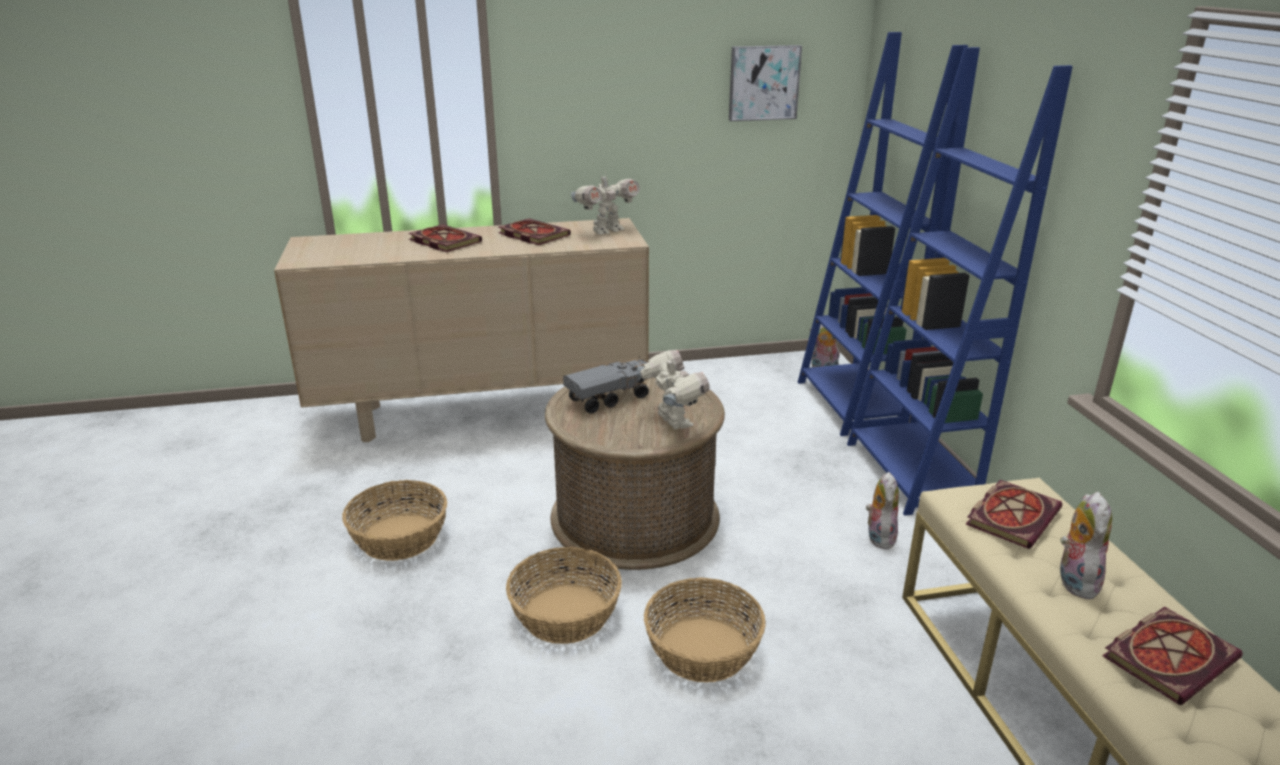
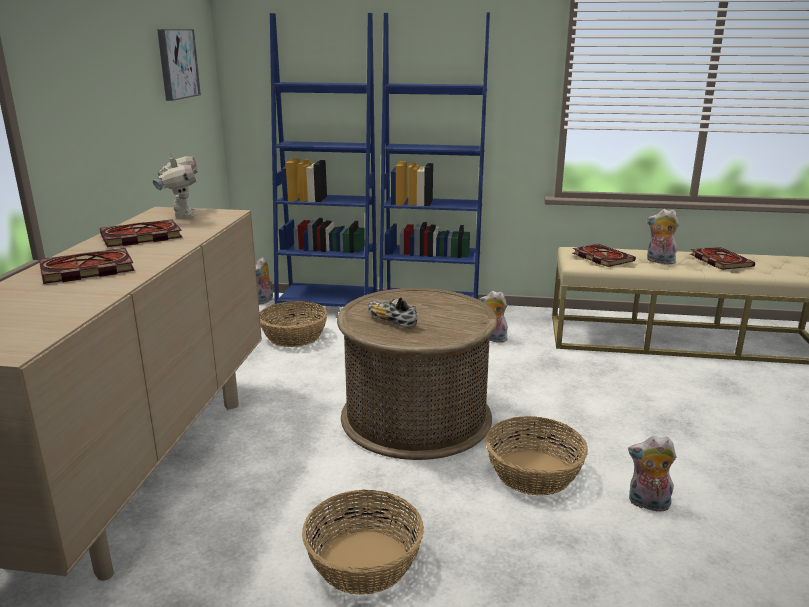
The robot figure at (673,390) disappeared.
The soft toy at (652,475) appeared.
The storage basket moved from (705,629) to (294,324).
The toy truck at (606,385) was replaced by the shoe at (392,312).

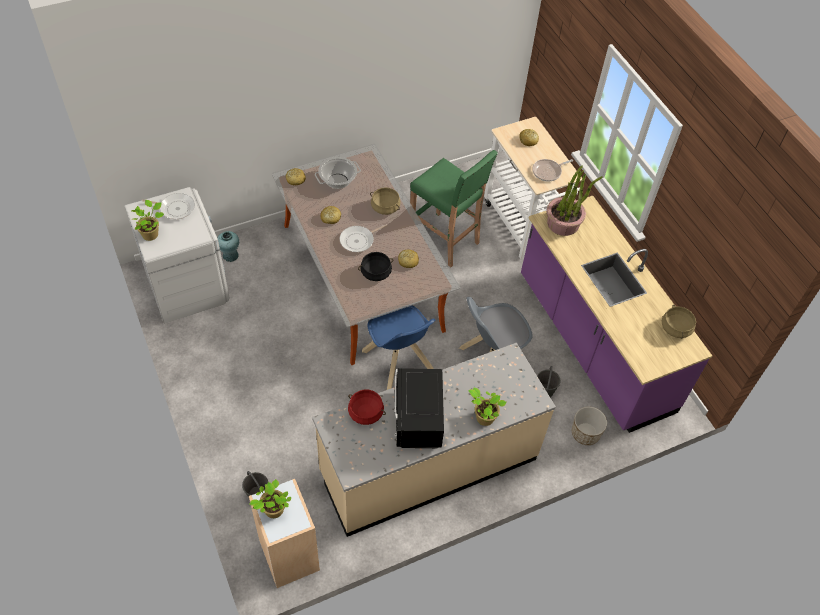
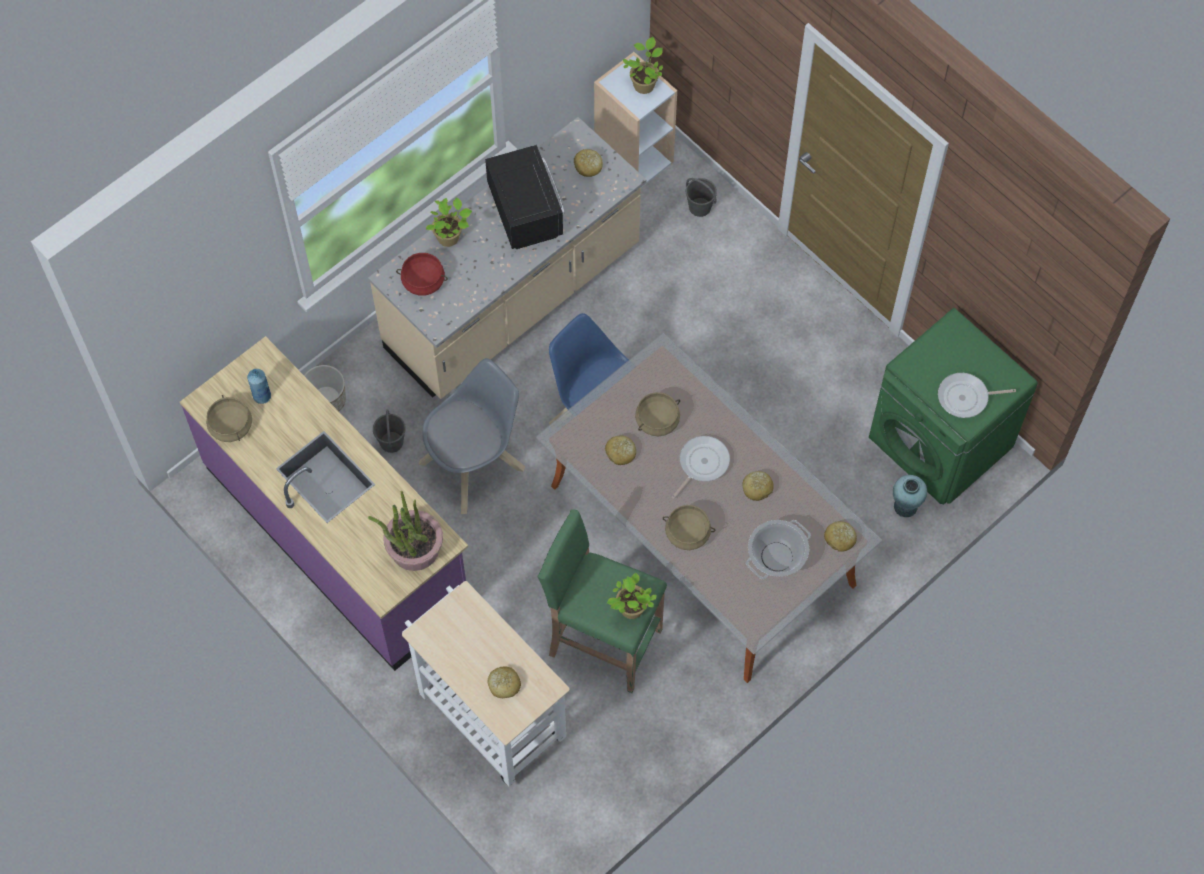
The skillet at (552,170) disappeared.
The beverage bottle/blue at (259,386) appeared.
The bakery bread at (588,163) appeared.
The houseplant moved from (147,220) to (632,596).
The saucepot/red-coloured moved from (367,407) to (422,274).
The washing machine/whitish at (177,255) became the washing machine/green at (953,406).
The saucepot/black-coloured at (375,266) became the saucepot/beige at (657,414).

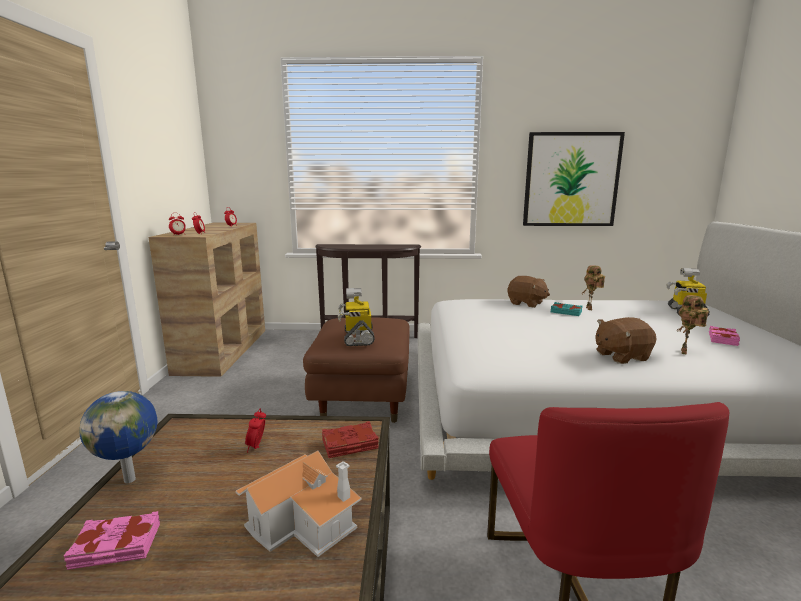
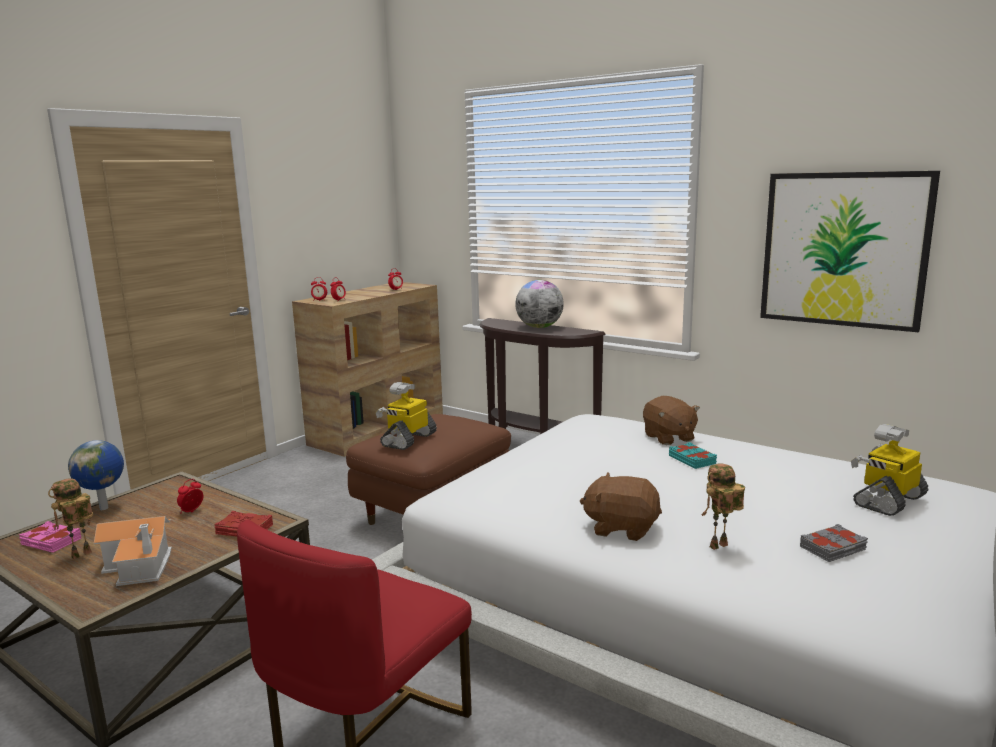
The desk globe at (539,304) appeared.
The robot figure moved from (593,287) to (70,518).
The bound book/pinkish at (724,336) became the bound book/grey at (834,543).

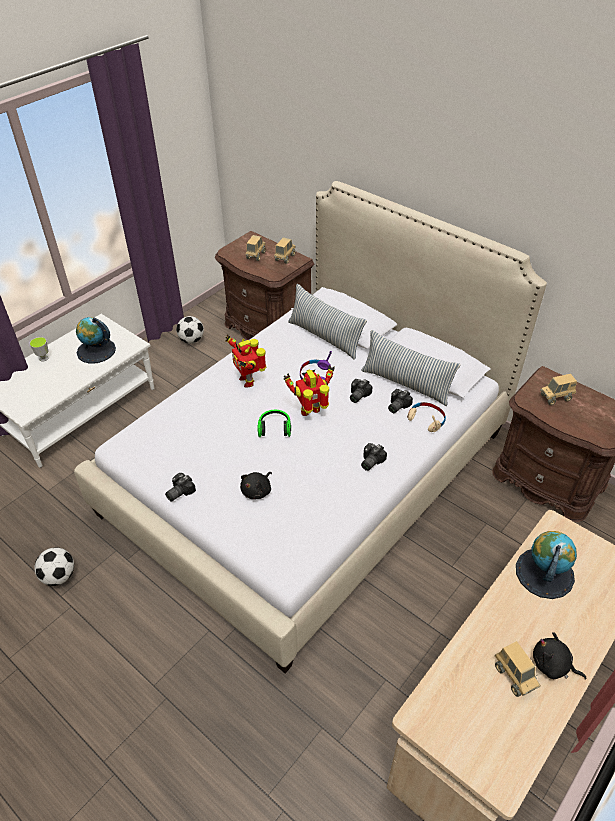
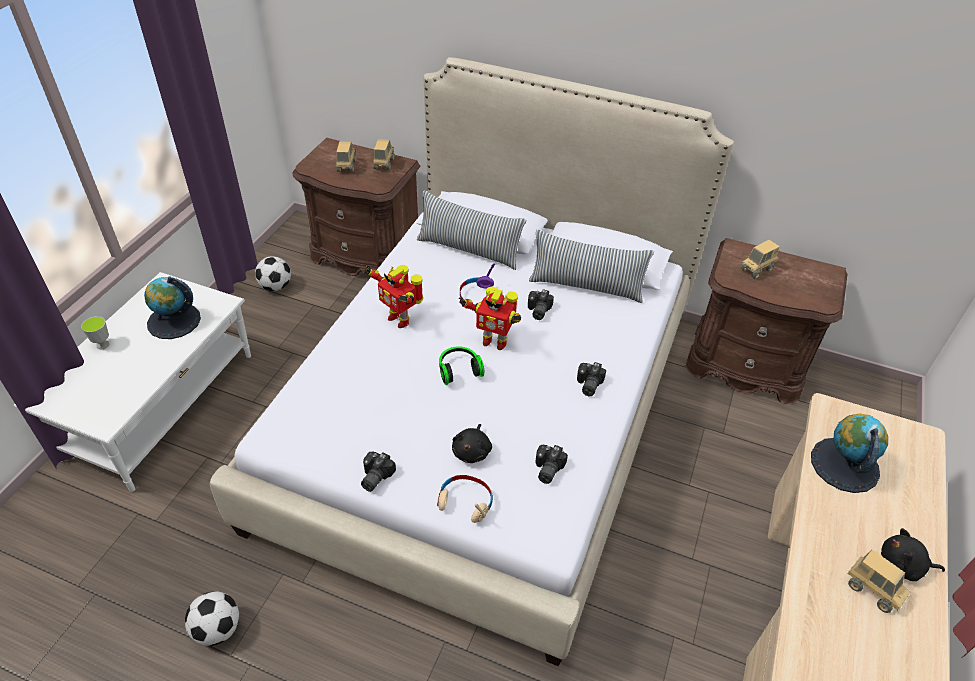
The photo camera moved from (400,401) to (552,464).
The headset/beige moved from (426,417) to (465,499).
The robot figure at (309,390) turned 120 degrees counterclockwise.

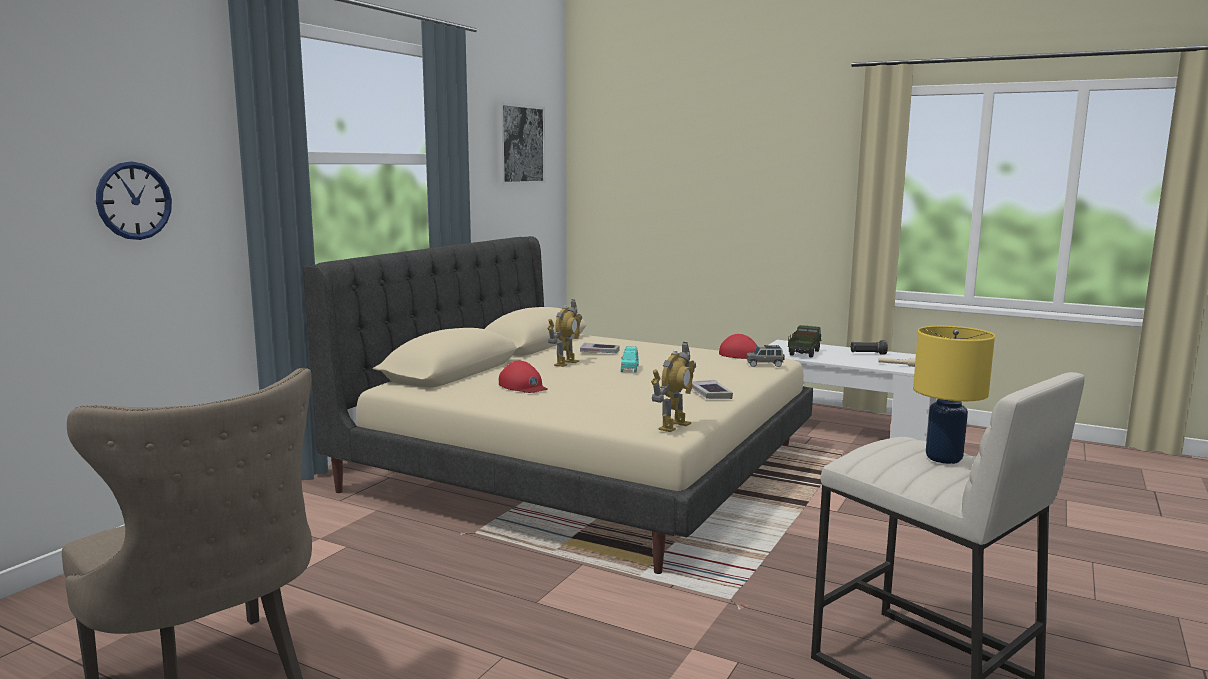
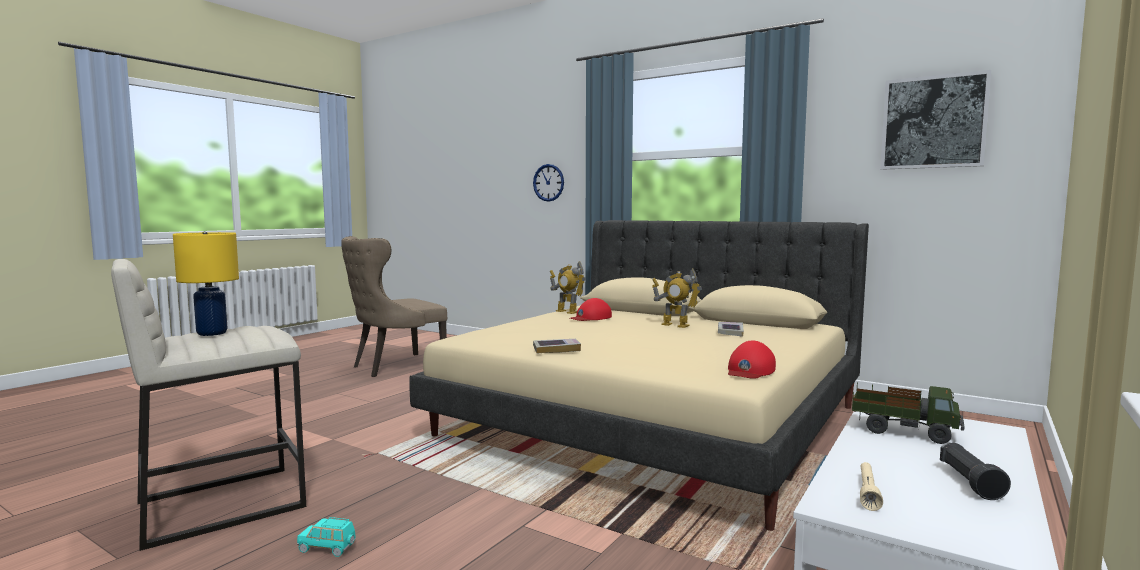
The model car/grey at (765,356) disappeared.
The model car/blue-green moved from (630,359) to (326,537).
The robot figure moved from (673,387) to (568,287).

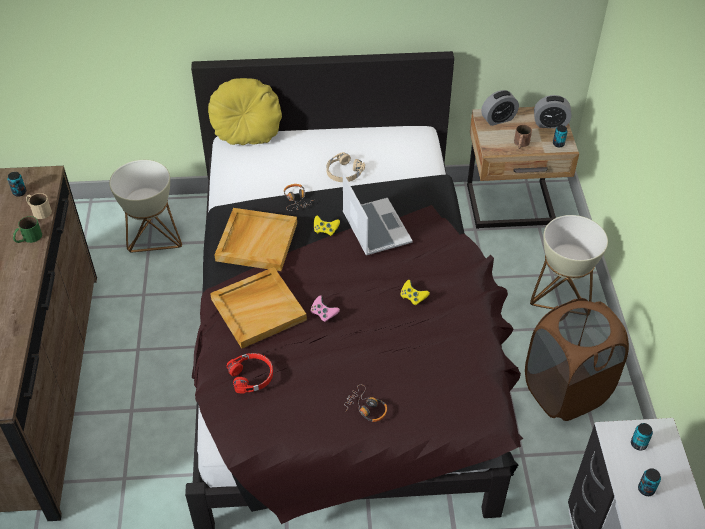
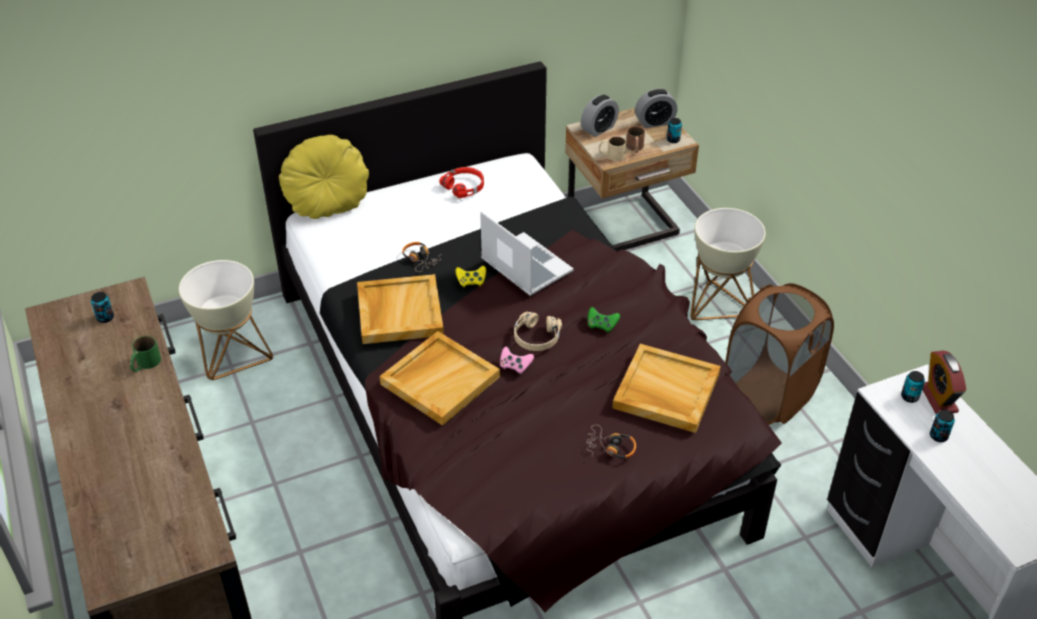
The tray/beige at (667,388) appeared.
The table clock at (944,382) appeared.
The coffee mug/beige moved from (39,206) to (612,148).
The headset/red-coloured moved from (249,373) to (461,182).
The headset/beige moved from (345,167) to (538,331).
The joypad/yellow-coloured at (415,293) became the joypad/green at (604,320).

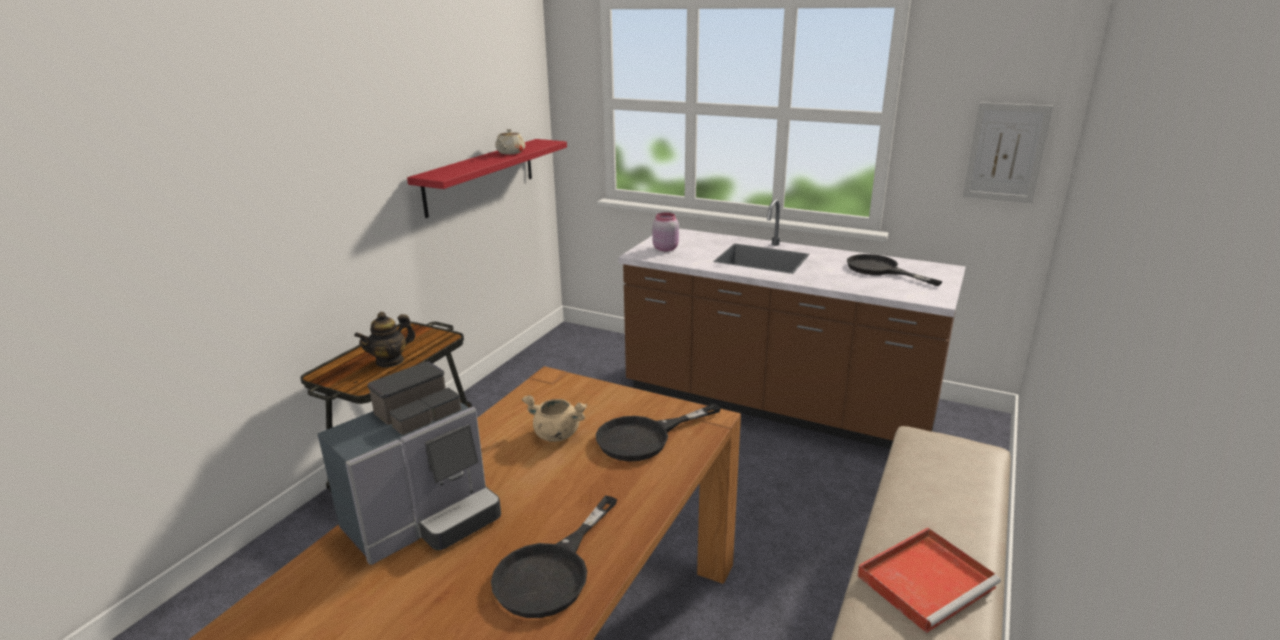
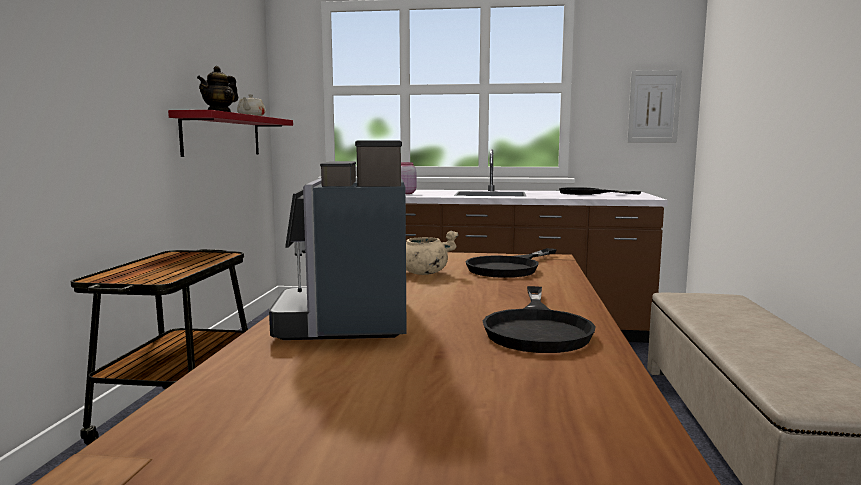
The tray/red-coloured at (929,580) disappeared.
The pot for tea moved from (385,340) to (217,89).
The coffee brewer at (409,463) turned 150 degrees clockwise.

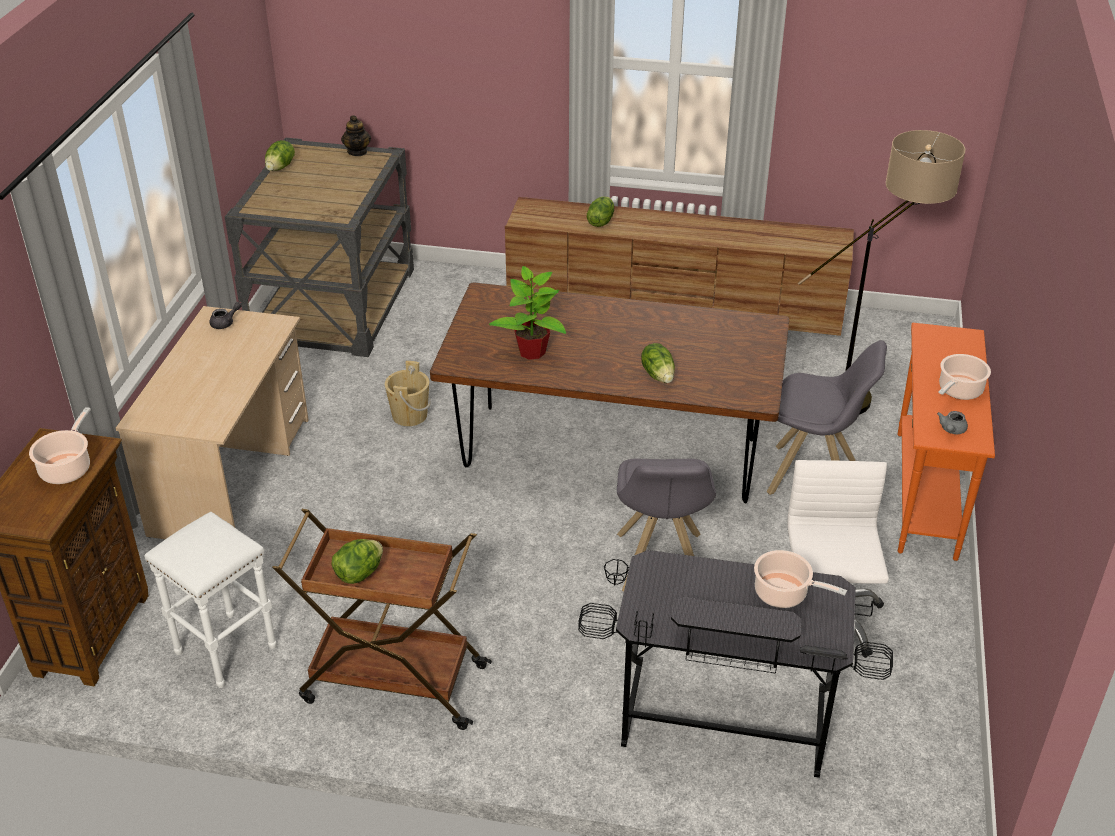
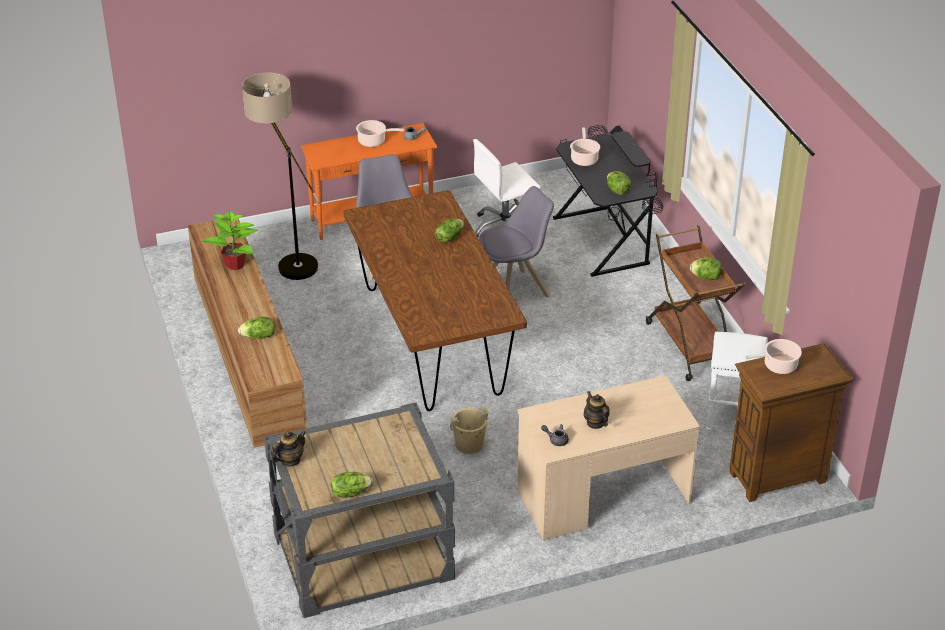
The pot for tea at (597,410) appeared.
The head of lettuce at (619,183) appeared.
The houseplant moved from (527,313) to (230,240).

